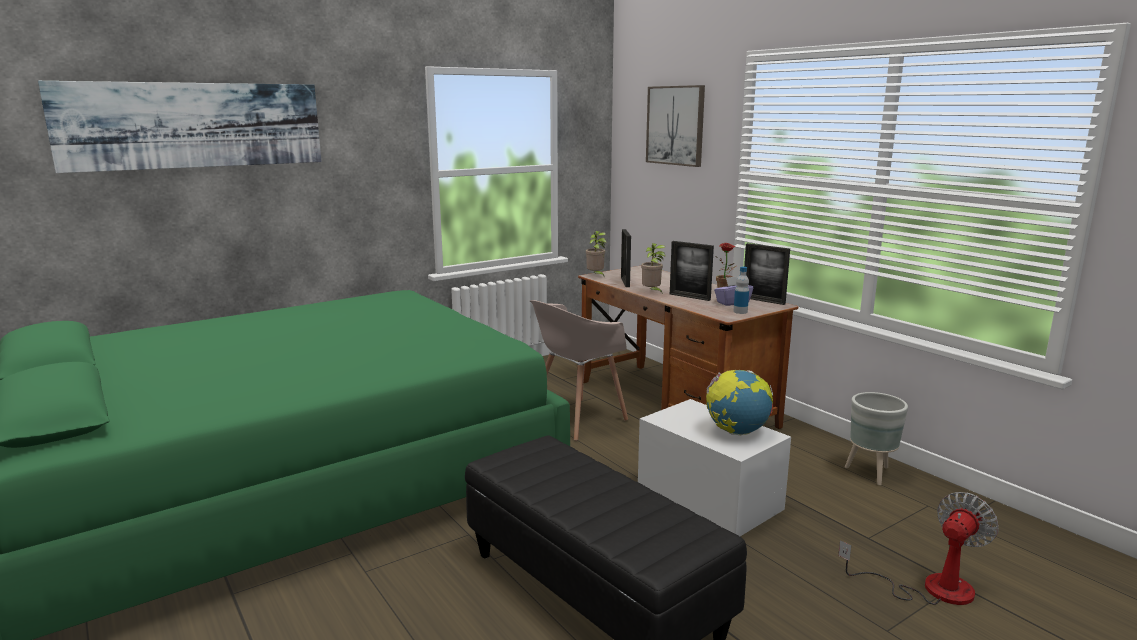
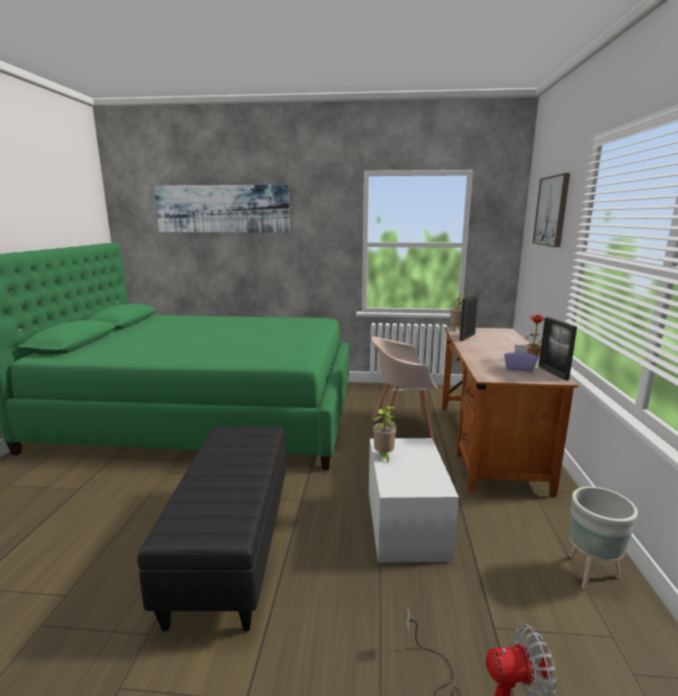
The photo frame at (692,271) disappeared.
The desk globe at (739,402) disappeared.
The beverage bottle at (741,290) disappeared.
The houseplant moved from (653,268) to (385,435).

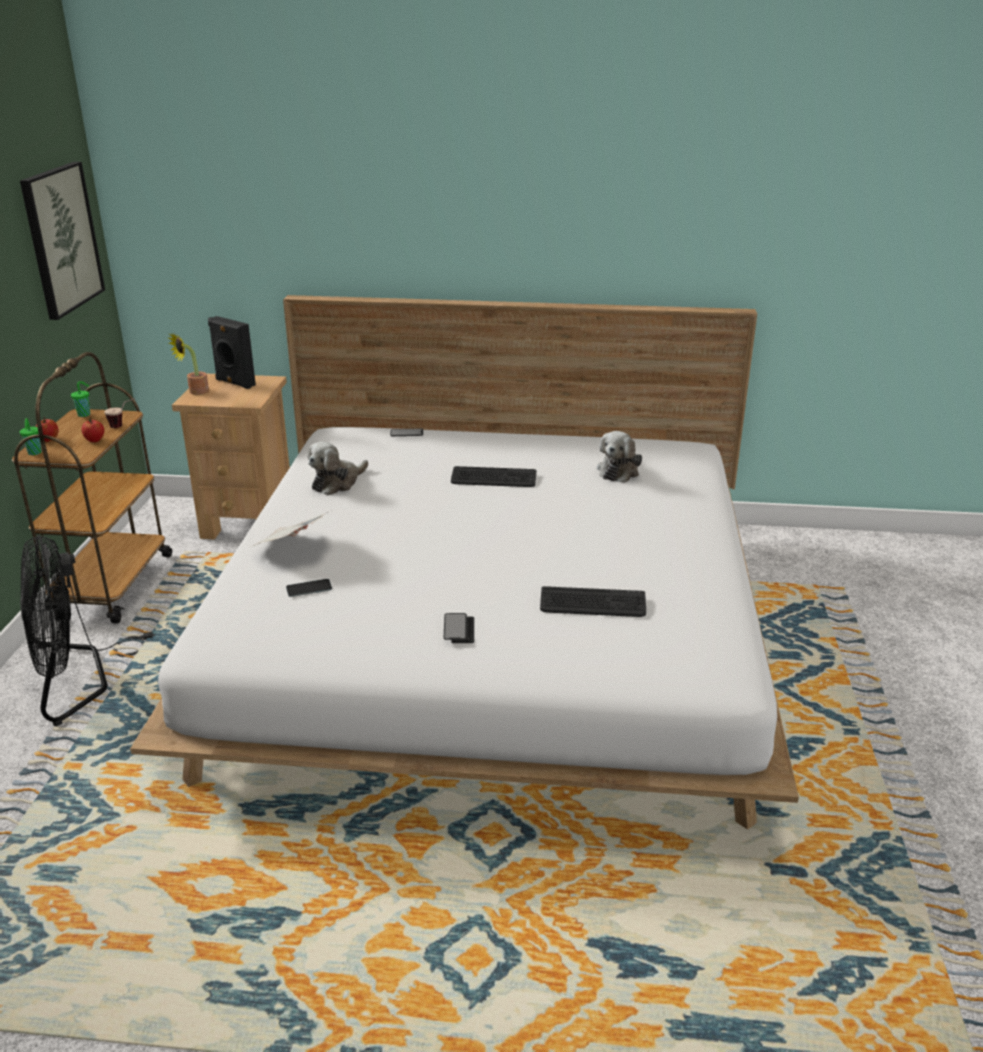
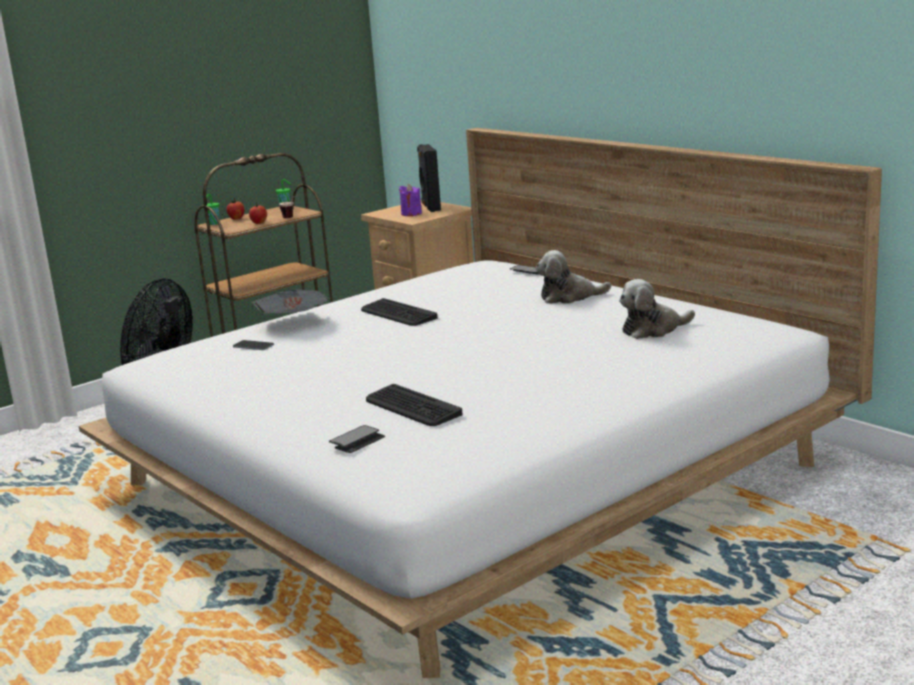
The wall picture at (62,241) disappeared.
The houseplant at (189,364) disappeared.
The wax candle/purple at (410,200) appeared.
The soft toy moved from (338,468) to (573,277).
The handset moved from (459,628) to (357,439).
The PC keyboard moved from (493,476) to (399,312).

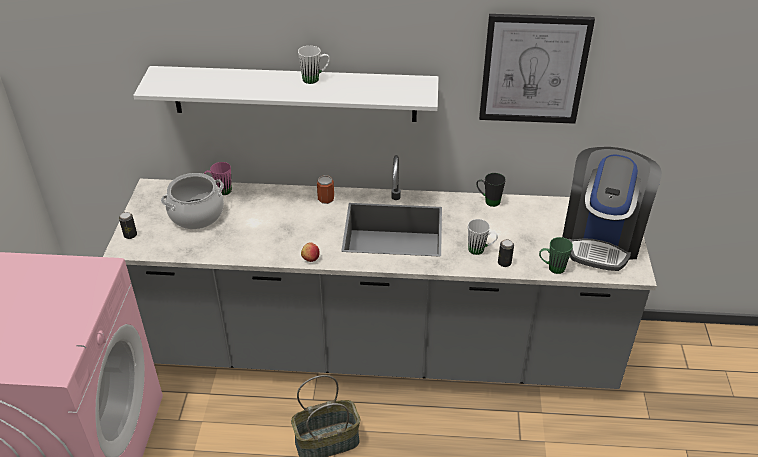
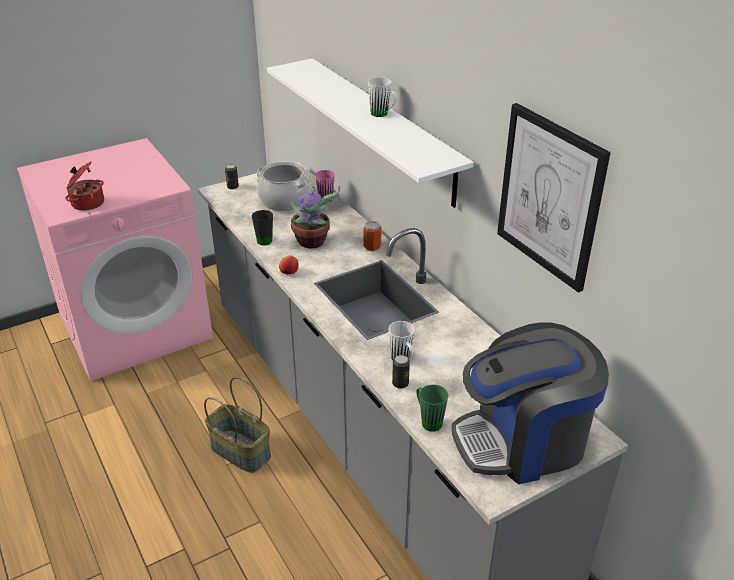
The saucepot at (84,186) appeared.
The houseplant at (315,217) appeared.
The coffee mug/black-coloured moved from (491,190) to (262,228).

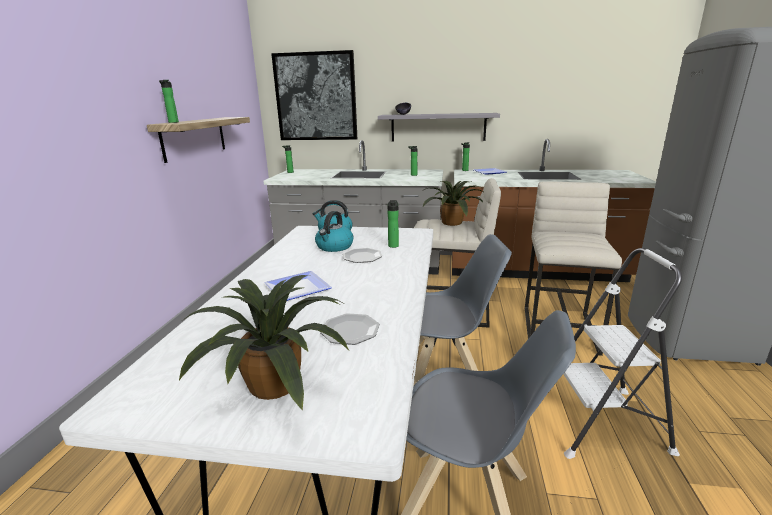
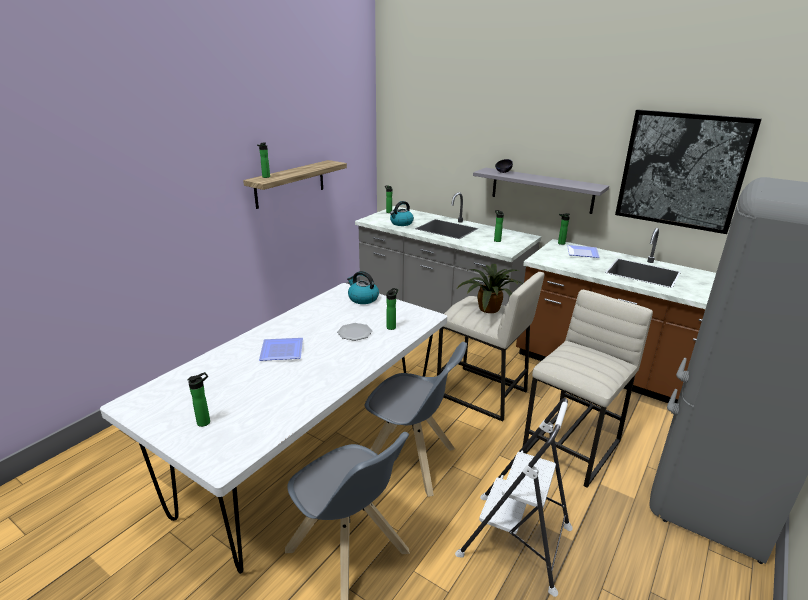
The dinner plate at (350,329) disappeared.
The wall picture moved from (314,95) to (688,171).
The kettle moved from (334,231) to (402,213).
The houseplant at (264,343) was replaced by the beverage bottle at (199,399).

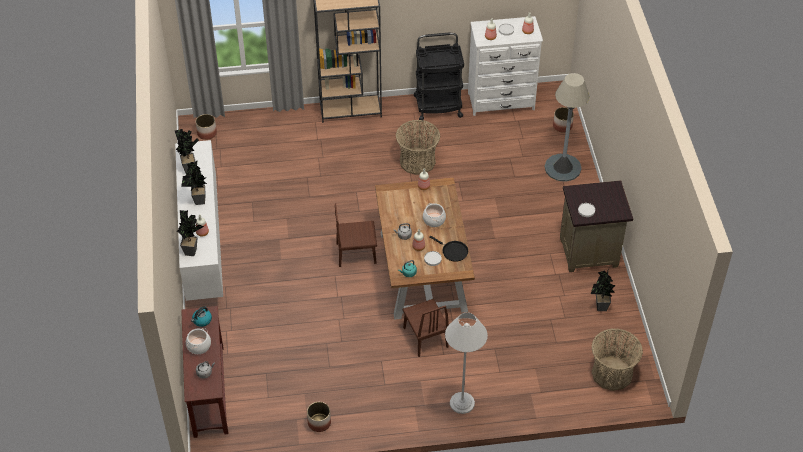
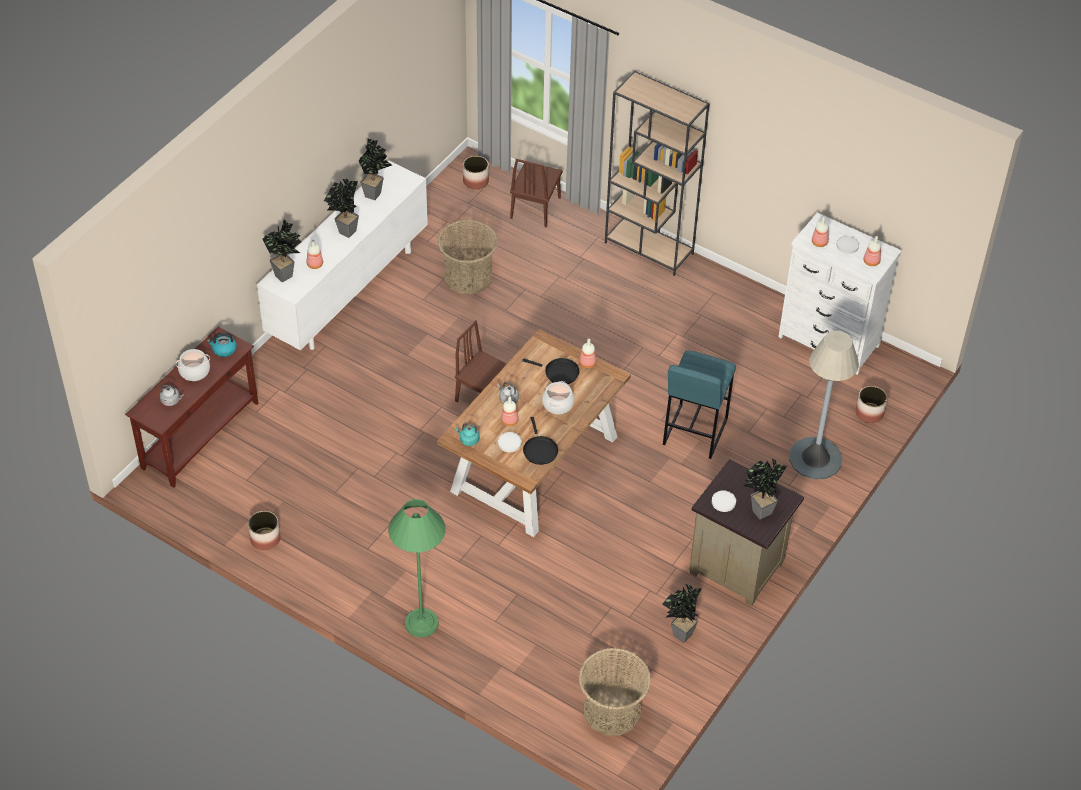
The cart/black-coloured at (439,76) disappeared.
The skillet/black-coloured at (551,371) appeared.
The stool seat/blue-green at (699,404) appeared.
The houseplant at (765,489) appeared.
The storage basket moved from (418,147) to (467,257).
The chair/brown-coloured moved from (425,328) to (536,193).
The standing lamp/whitish at (466,363) became the standing lamp/green at (417,568).

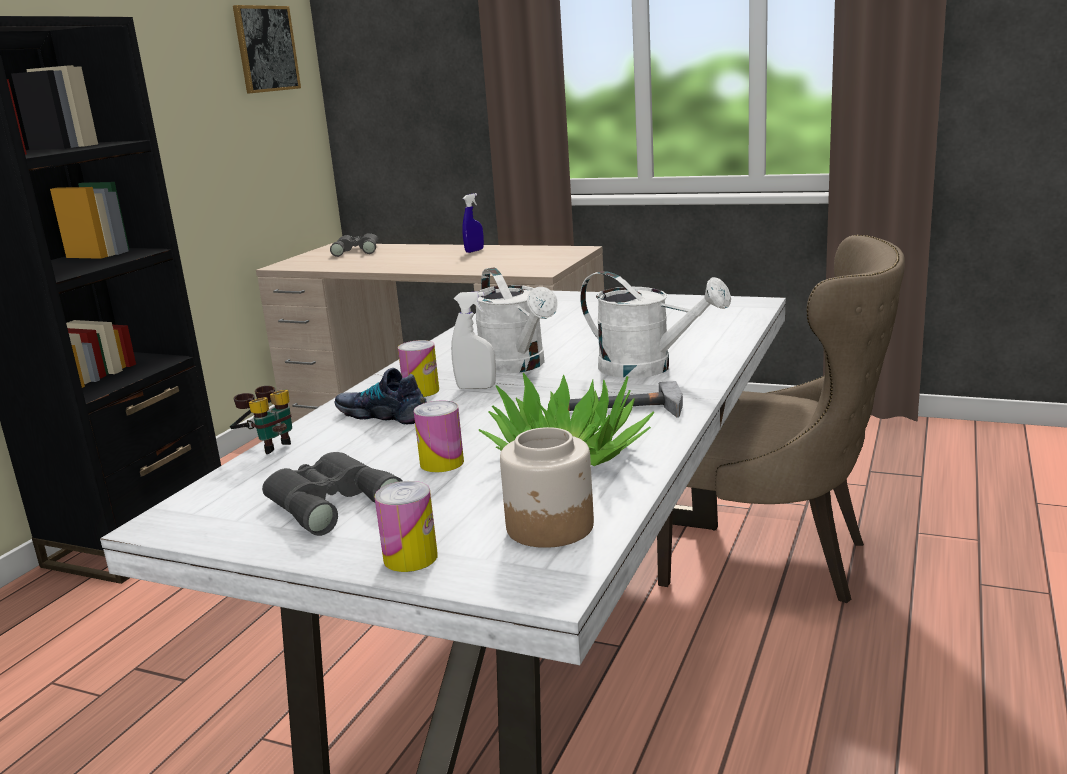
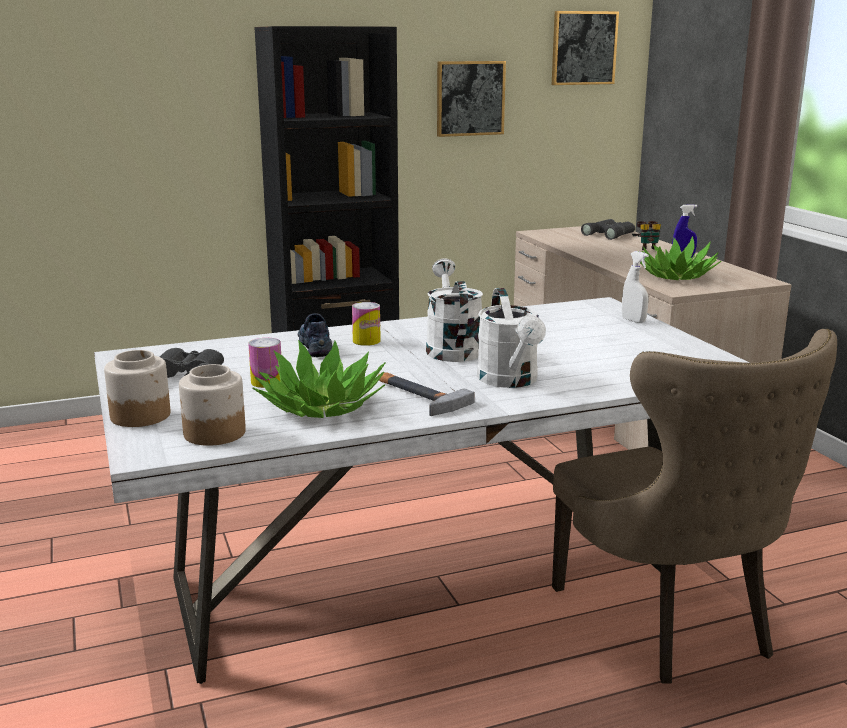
The wall picture at (471,99) appeared.
The houseplant at (680,258) appeared.
The field glasses moved from (261,420) to (646,235).
The sprayer/whitish moved from (473,340) to (635,287).
The sealed can at (406,526) was replaced by the preserve jar at (137,388).
The watering pot/whitish at (517,320) turned 150 degrees clockwise.

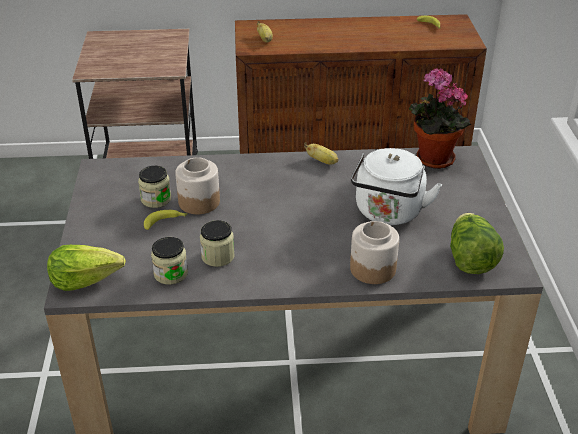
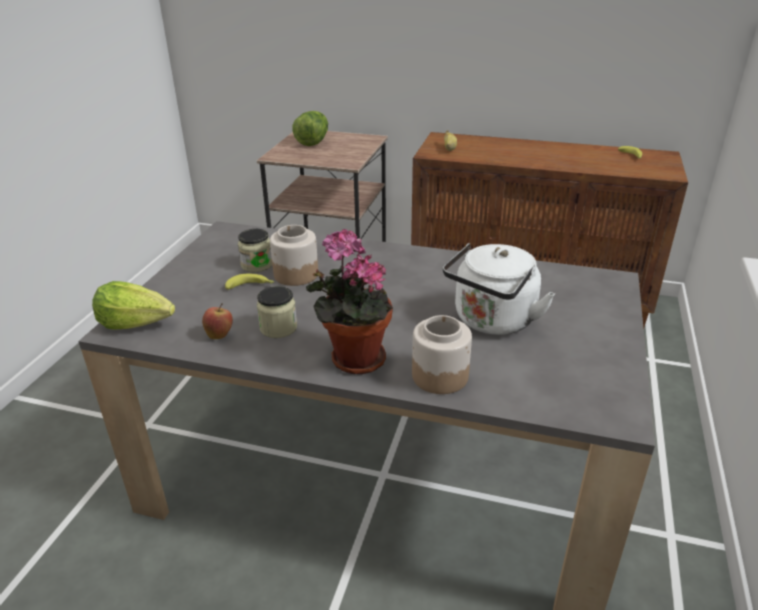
The banana at (321,153) disappeared.
The houseplant moved from (440,118) to (349,301).
The head of lettuce moved from (477,243) to (310,128).
The preserve jar at (169,261) was replaced by the whole apple at (217,321).

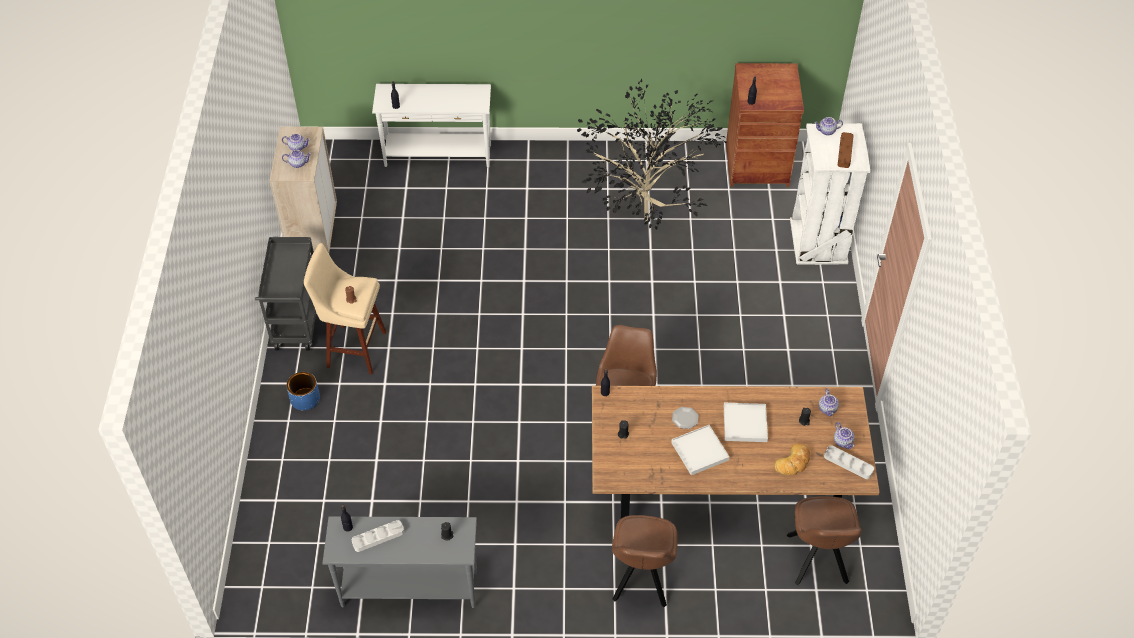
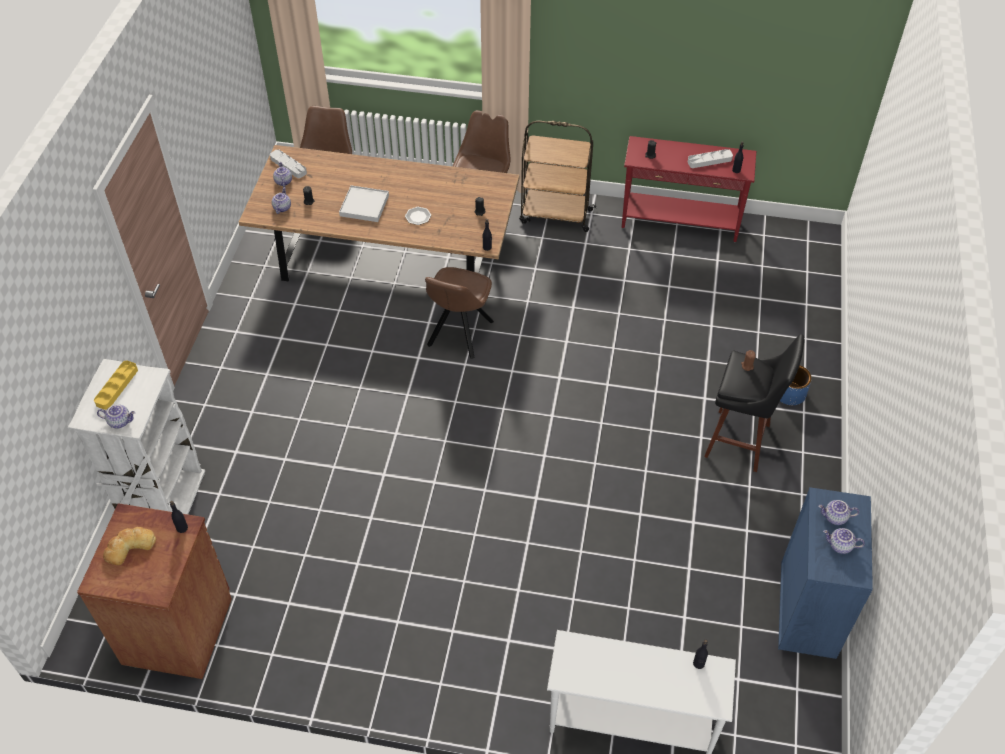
The cart/grey at (285,294) disappeared.
The houseplant at (651,154) disappeared.
The tray/whitish at (700,450) disappeared.
The cart/brown-coloured at (557,176) appeared.
The bakery bread moved from (792,459) to (129,546).
The cabinet/beige at (303,191) became the cabinet/blue at (825,573).
The stool seat/beige at (345,308) became the stool seat/black-coloured at (754,403).
The hall table/grey at (399,562) became the hall table/red-coloured at (689,189).
The tray/brown-coloured at (846,150) became the tray/yellow-coloured at (116,385).

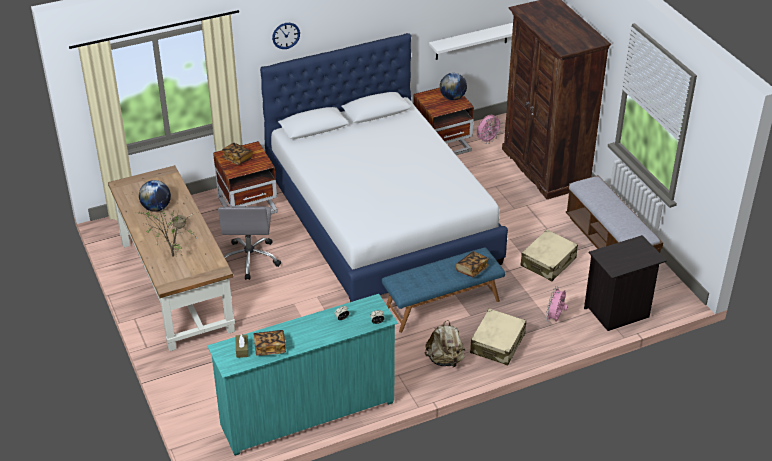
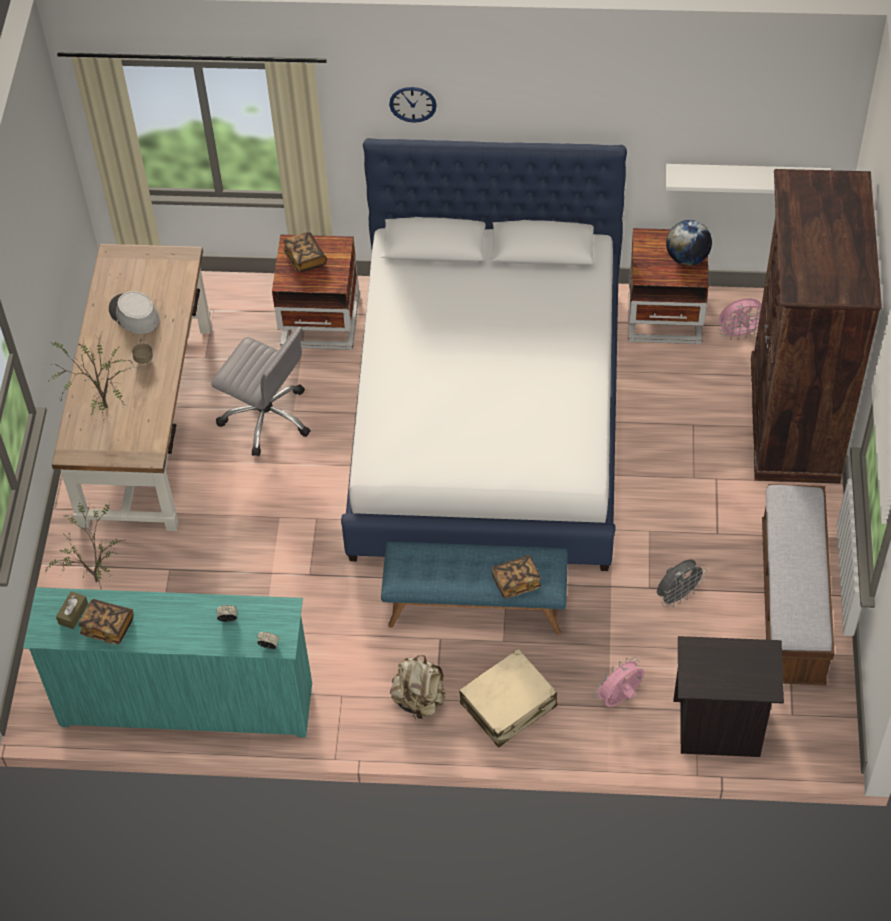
The houseplant at (86,544) appeared.
The desk globe at (155,196) was replaced by the wearable hat/grey at (134,312).
The piece of luggage/beige at (549,255) was replaced by the electric fan/grey at (682,583).
The office chair/grey at (249,243) turned 90 degrees counterclockwise.

